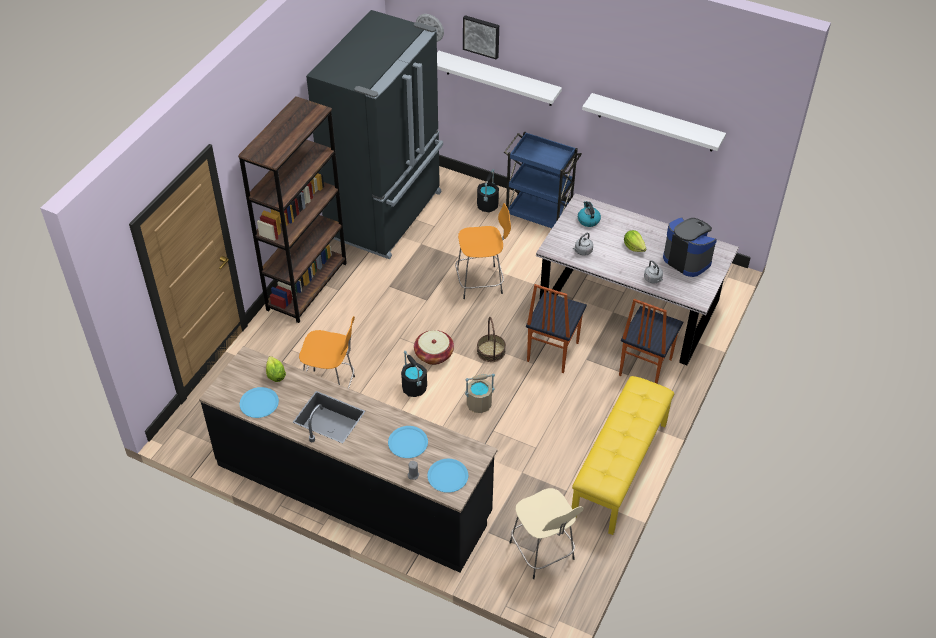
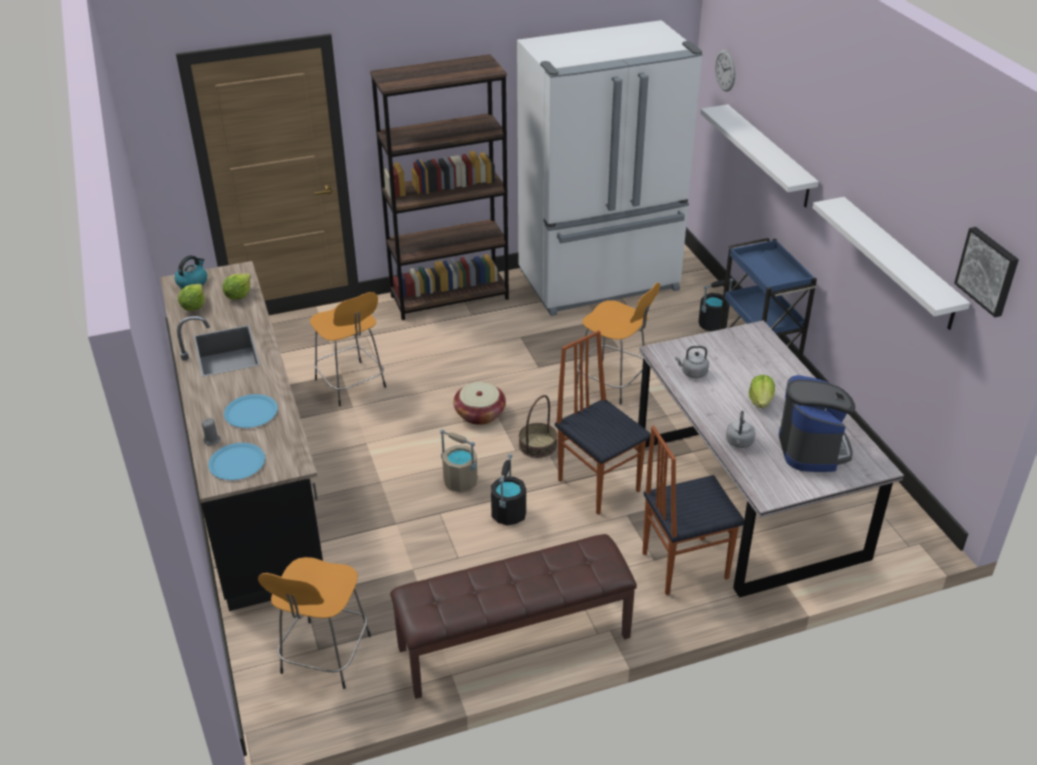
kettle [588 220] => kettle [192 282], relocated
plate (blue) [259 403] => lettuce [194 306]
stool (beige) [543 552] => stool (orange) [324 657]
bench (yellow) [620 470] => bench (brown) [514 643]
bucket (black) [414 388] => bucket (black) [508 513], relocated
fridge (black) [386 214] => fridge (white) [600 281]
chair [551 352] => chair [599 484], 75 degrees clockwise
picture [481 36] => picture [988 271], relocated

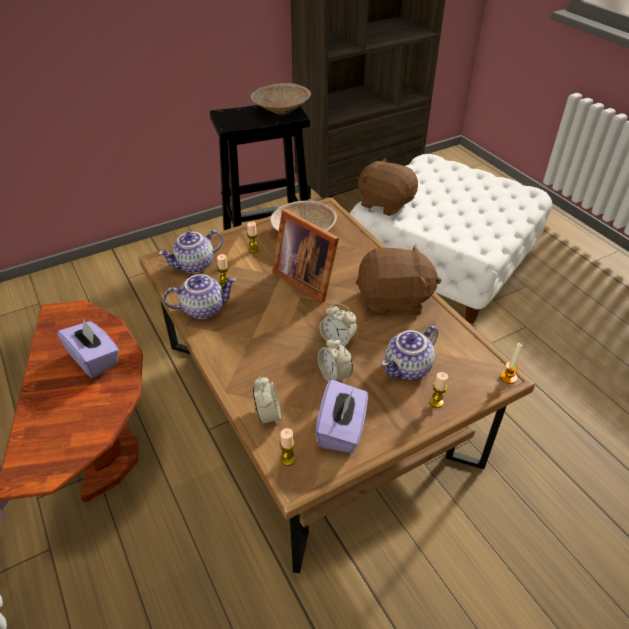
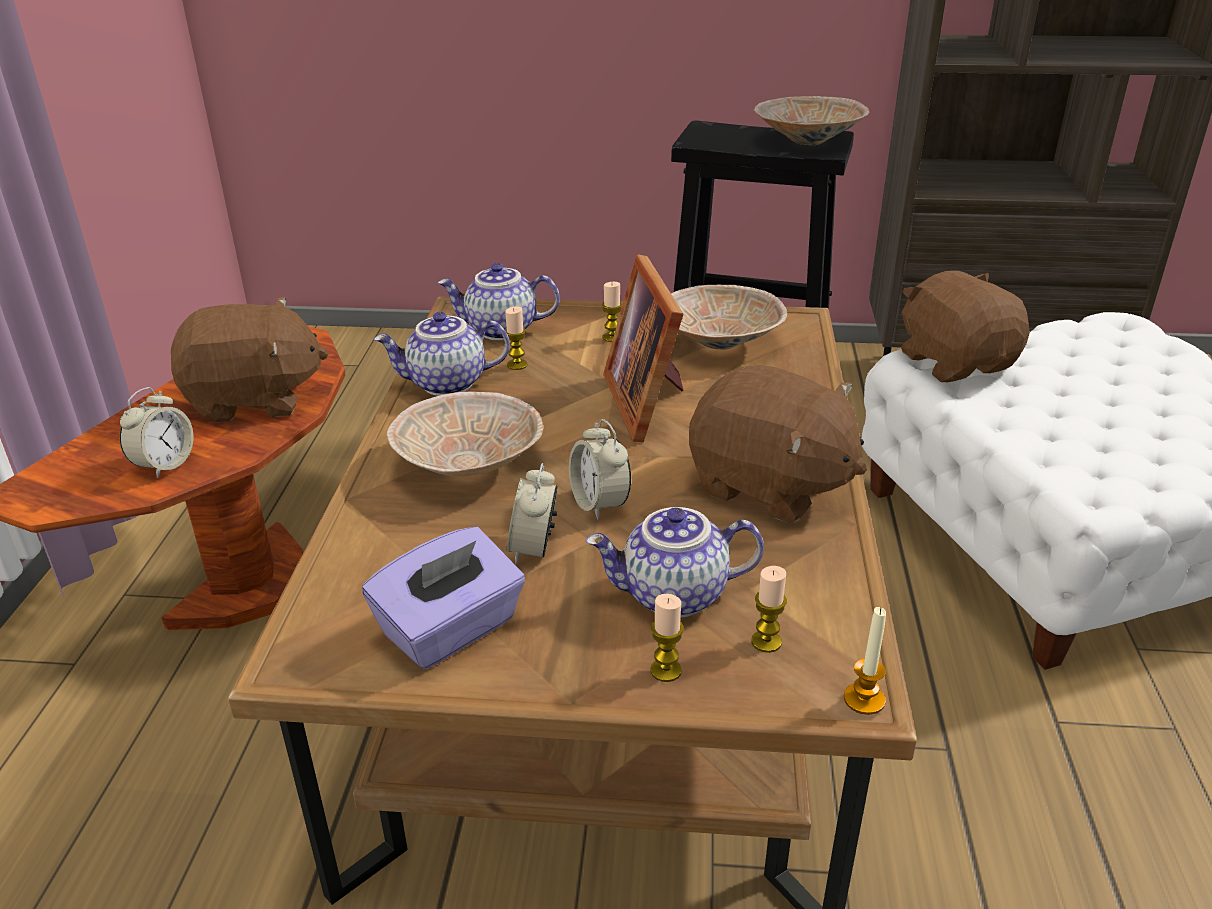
alarm clock [268 415] => alarm clock [164 465], relocated
tissue box (purple) [94 359] => plush toy (brown) [254 400]
teapot [203 308] => teapot [446 384], 150 degrees clockwise
nothing => bowl (beige) [470 463]
candle [288 459] => candle [766 642], relocated

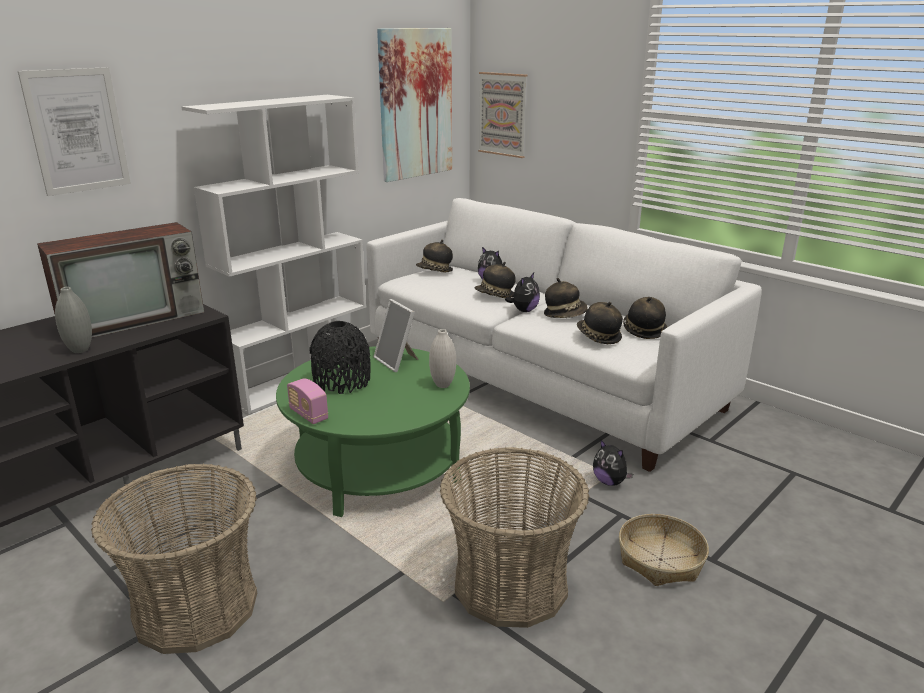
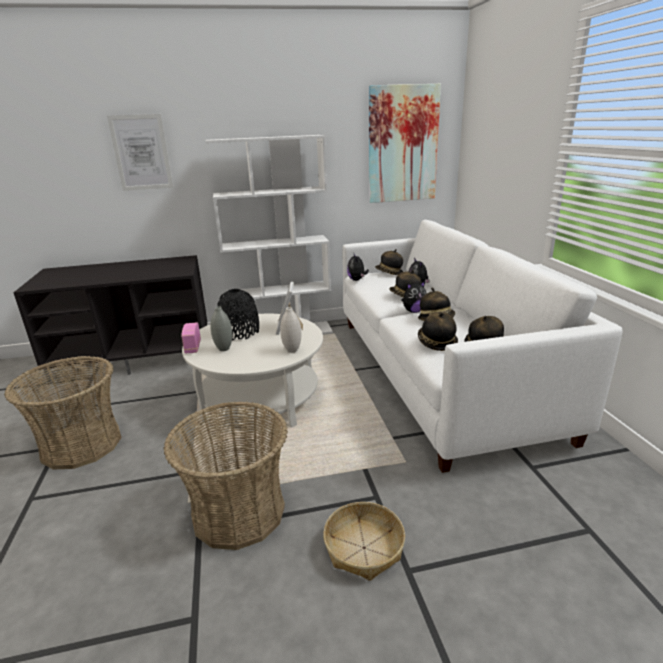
coffee table (green) [378 466] => coffee table (white) [260 398]
vase (grey) [80 350] => vase (grey) [224 349], relocated
plush toy [610 482] => plush toy [357 280], relocated
television [135 319] => nothing
picture [503 114] => nothing

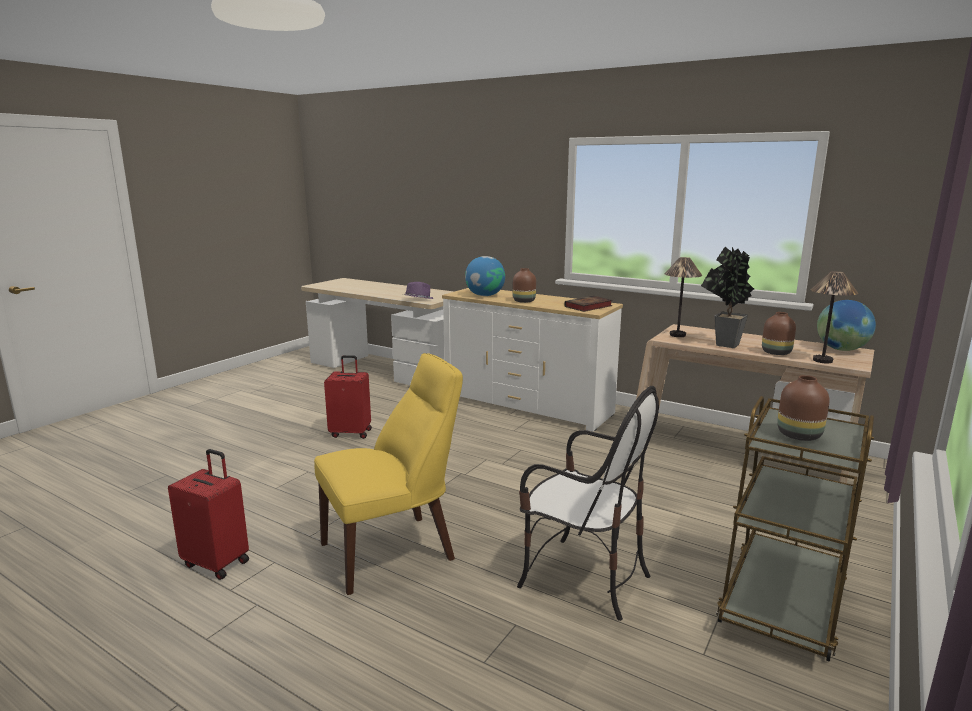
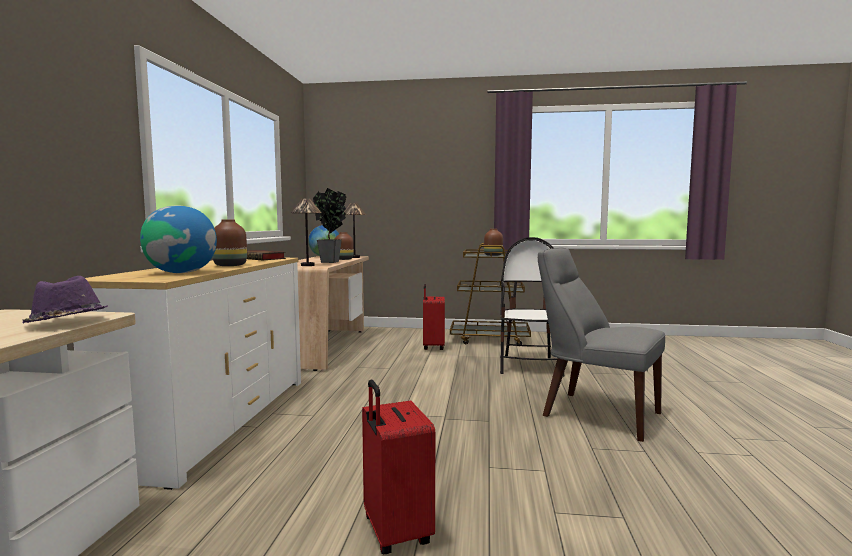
suitcase (red) [217 562] => suitcase (red) [432 347], relocated
chair (yellow) [393 550] => chair (grey) [595 413]

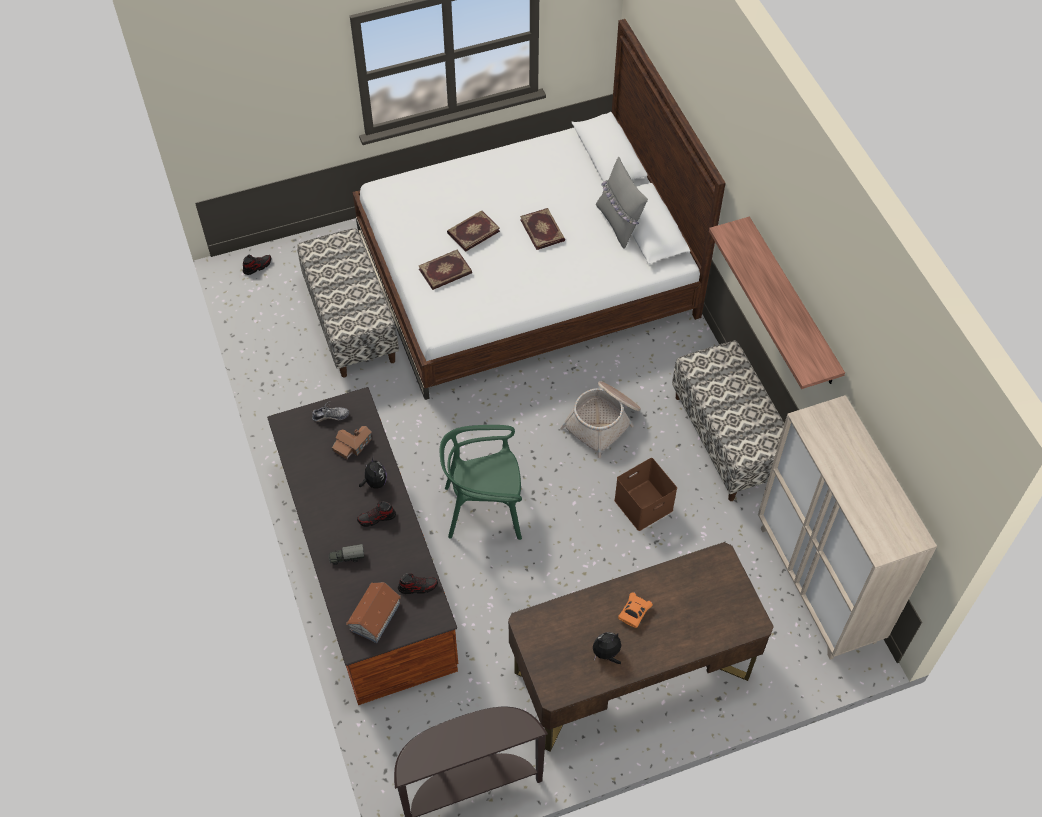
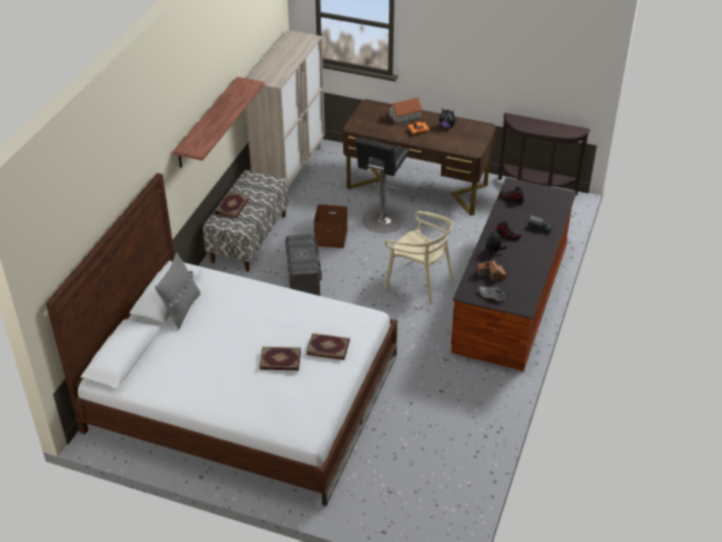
book [543 230] => book [231 206], relocated
basket [603 421] => storage box (grey) [303 283]
nothing => stool (black) [381 222]
chair (green) [484 509] => chair (beige) [419 282]
toy house [374 617] => toy house [405 116], relocated
shoe [257 266] => nothing
bench [352 322] => nothing

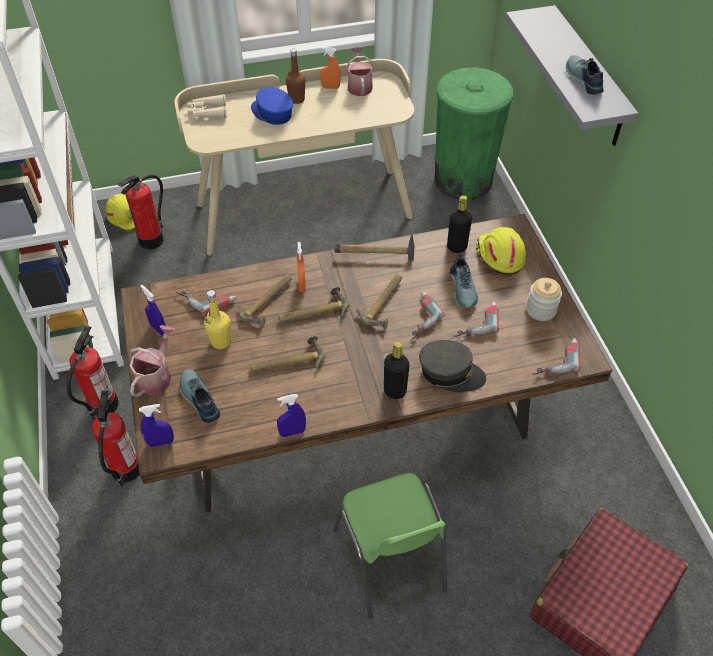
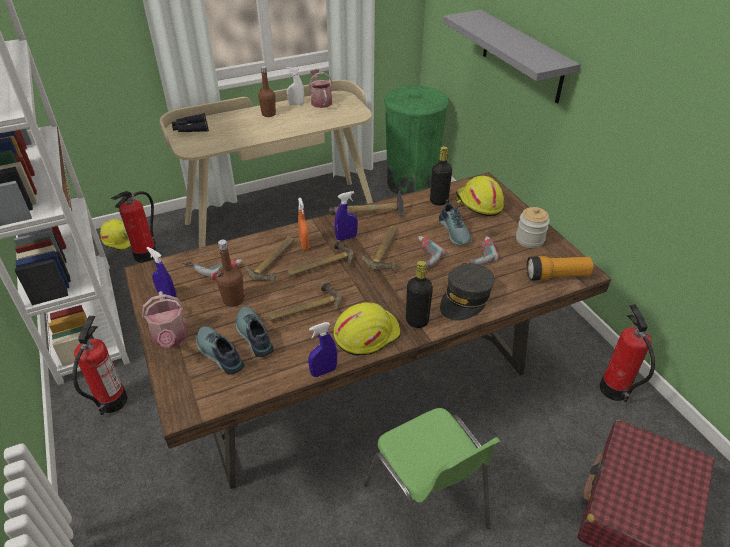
watering can [156 376] => watering can [171 338], 150 degrees clockwise
binoculars (beige) [207 112] => binoculars (black) [190 129]
bottle (yellow) [221 341] => bottle (brown) [233 300]
shoe [582 79] => shoe [253 335], relocated
spray bottle (orange) [330 87] => spray bottle (white) [296 104]
nothing => hard hat (yellow) [366 334]
spray bottle (blue) [161 442] => spray bottle (blue) [346 238], relocated
cap (grey) [450 373] => cap (grey) [465 299], 120 degrees clockwise
power drill [554 359] => flashlight [557 276]
fire extinguisher [126 469] => fire extinguisher [613 389], relocated
cap (blue) [272 113] => nothing

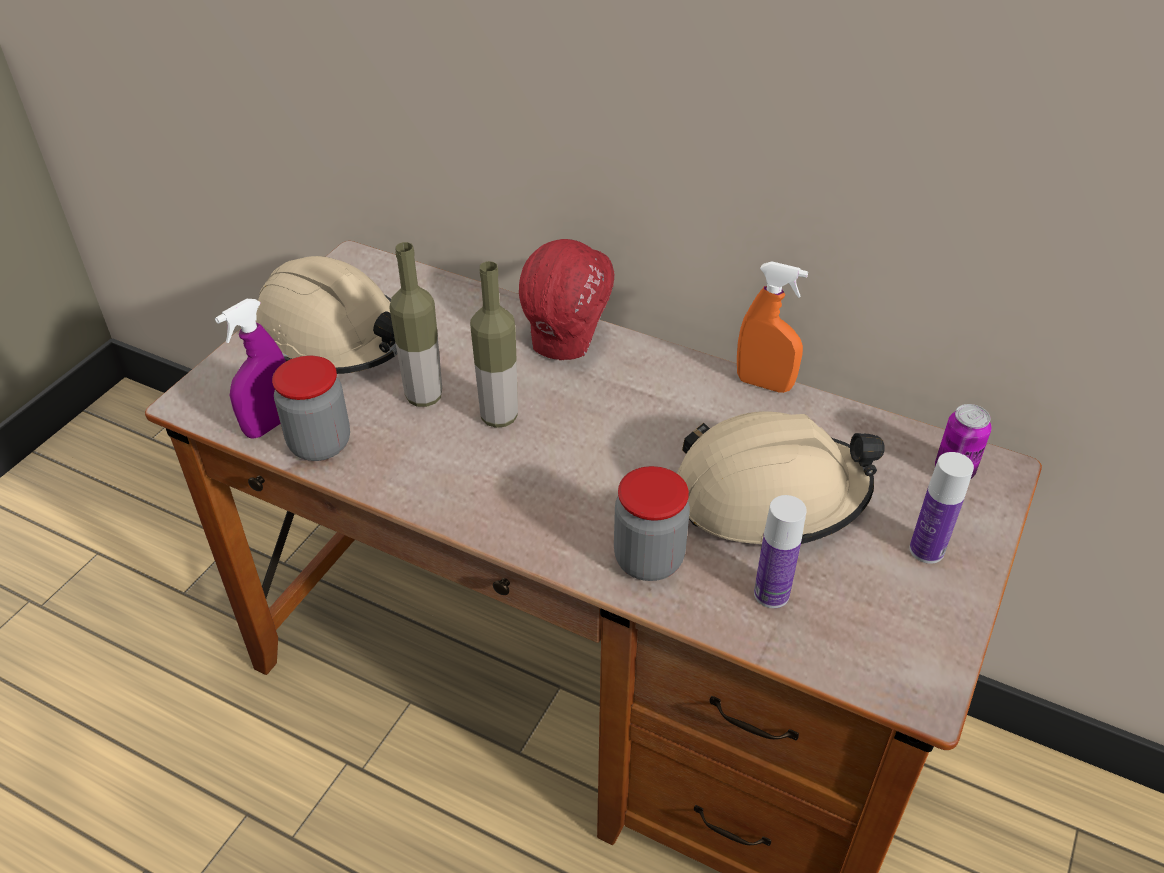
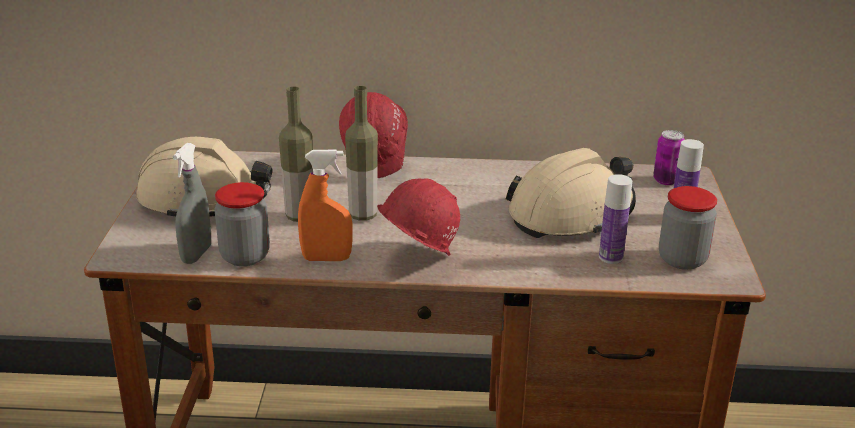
spray bottle (purple) [270 424] => spray bottle (grey) [196 254]
spray bottle (orange) [764 384] => spray bottle (orange) [326 259], relocated
nothing => hard hat (red) [416 262]
jar [648 560] => jar [682 259], relocated

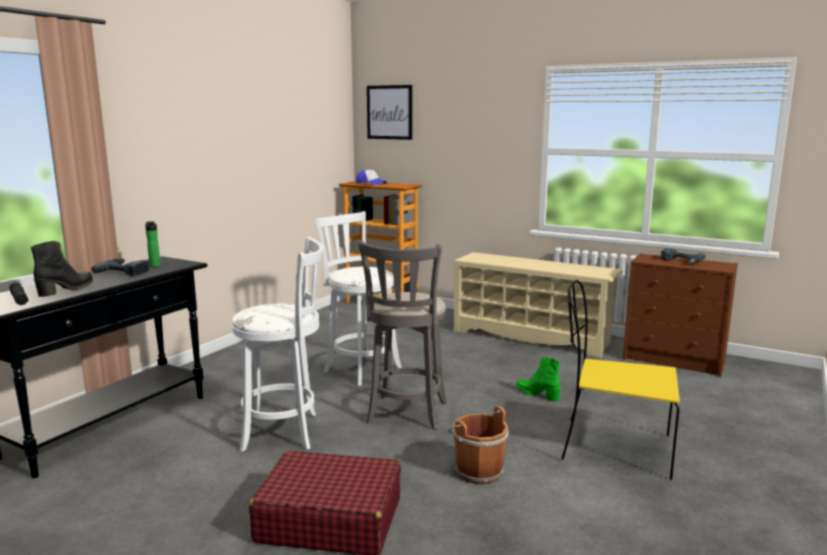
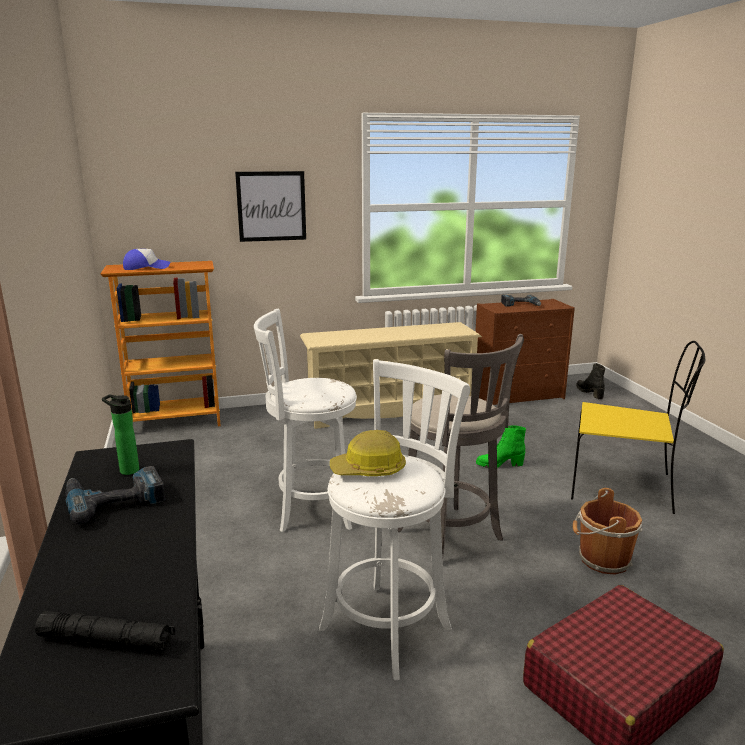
picture [389 112] => picture [271 206], relocated
nothing => hard hat [369 470]
chair (yellow) [613 447] => chair (yellow) [624 487], 135 degrees counterclockwise
boot (black) [67 290] => boot (black) [590 393], relocated

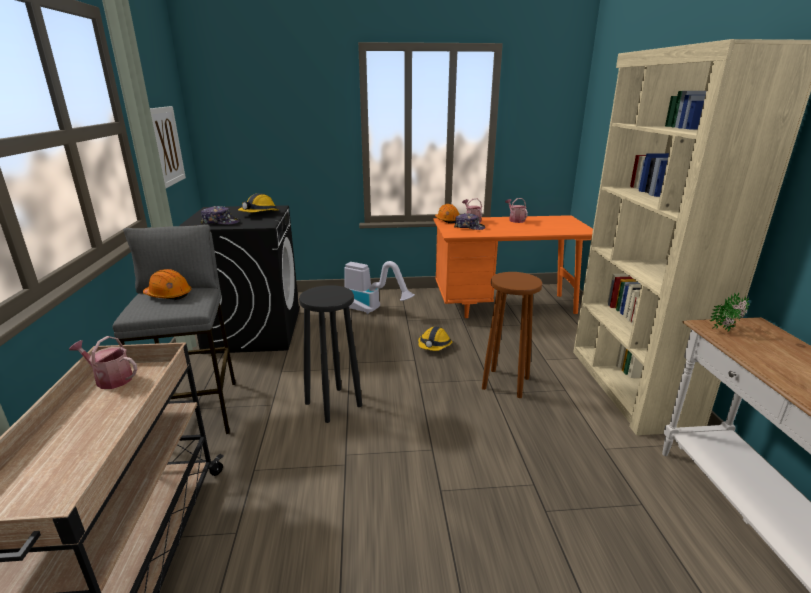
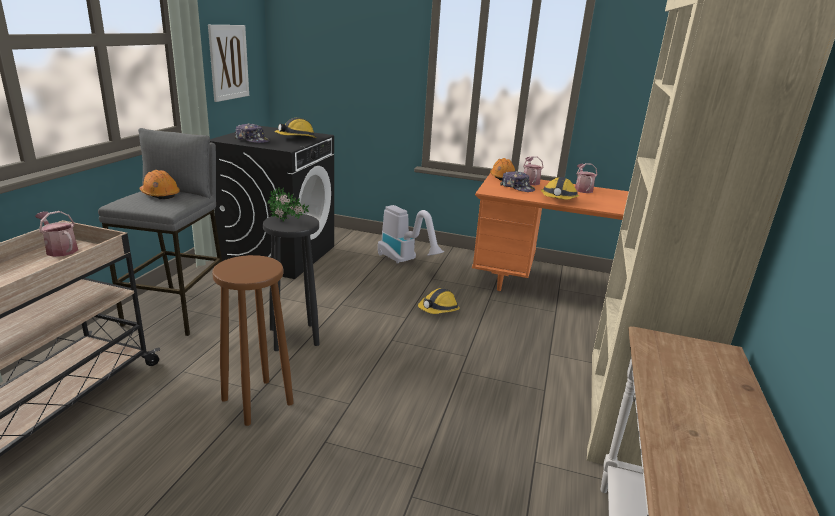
stool (brown) [506 383] => stool (brown) [257 402], relocated
potted plant [728 329] => potted plant [288 221], relocated
nothing => hard hat [558 199]

